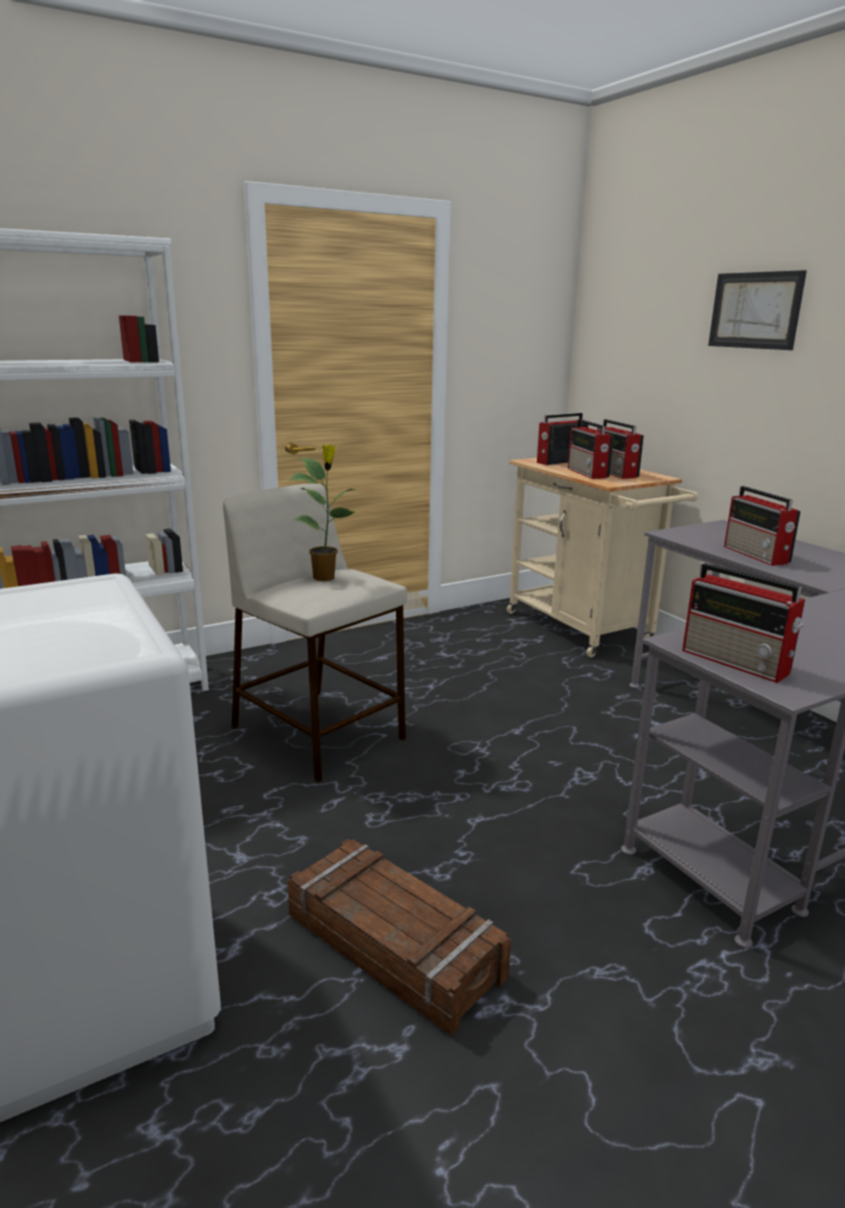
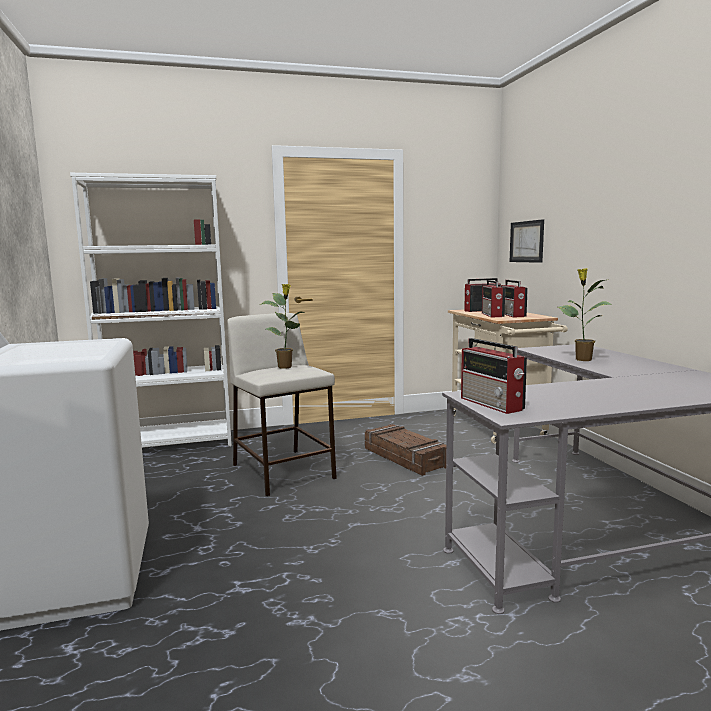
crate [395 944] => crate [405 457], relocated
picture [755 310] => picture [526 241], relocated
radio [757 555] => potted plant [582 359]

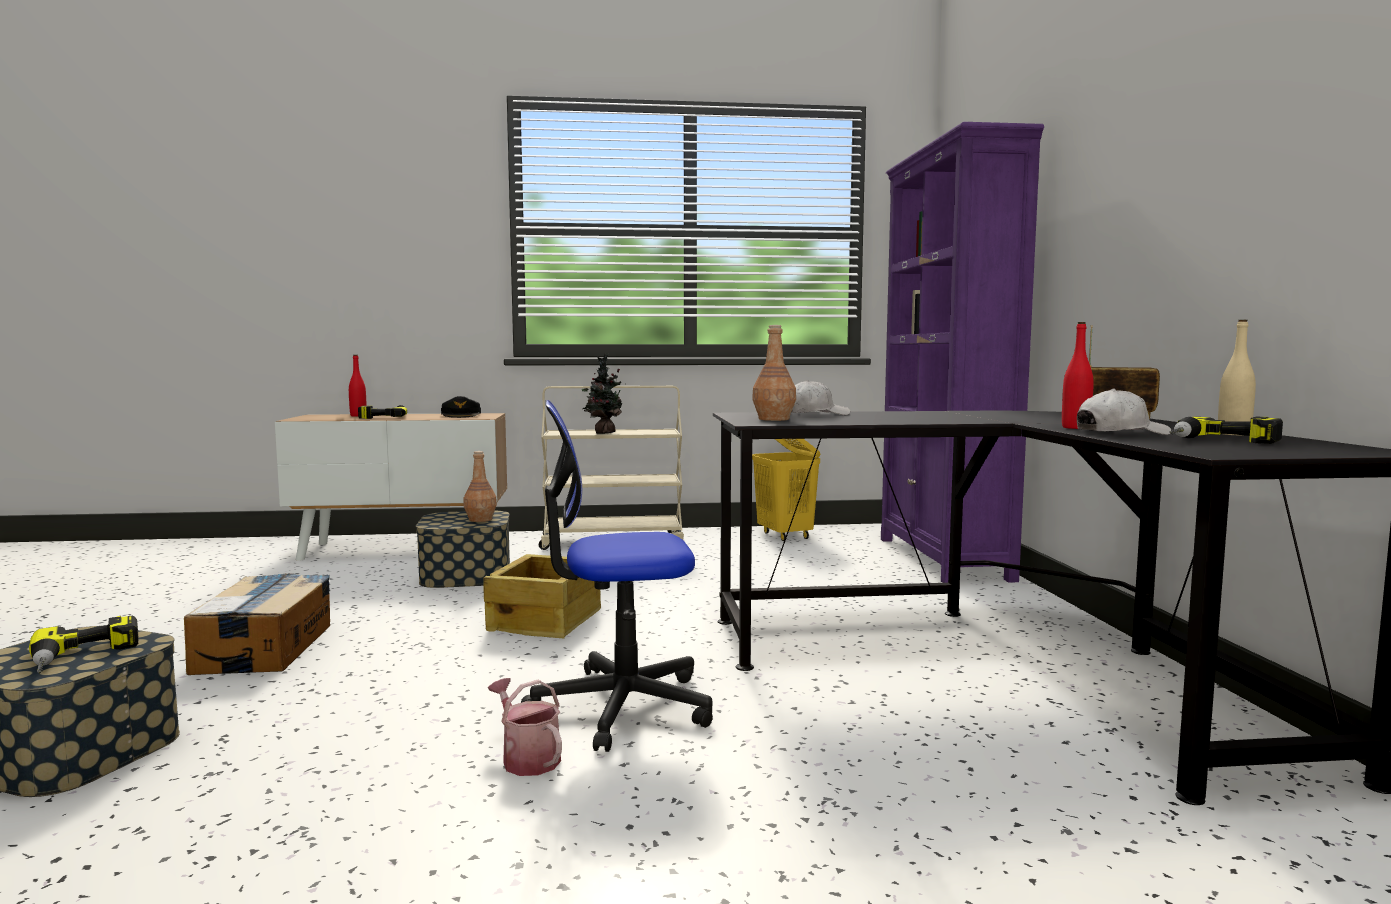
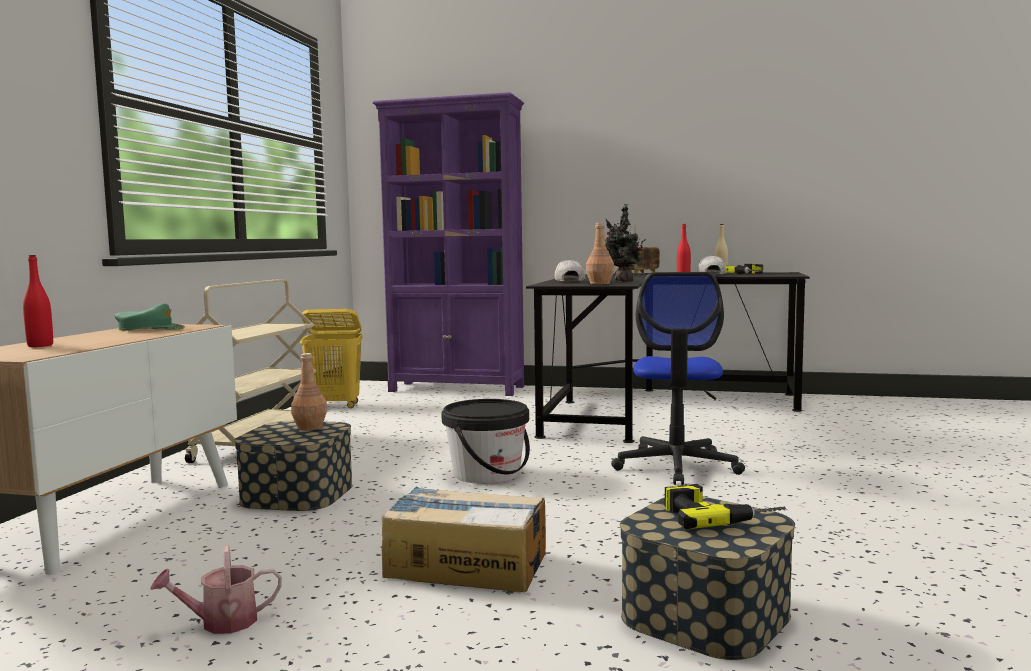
cap (black) [461 415] => cap (green) [150 328]
watering can [527 758] => watering can [221 622], relocated
crate [547 620] => bucket (black) [487 474]
potted plant [602 433] => potted plant [623 281], relocated
power drill [385 416] => nothing

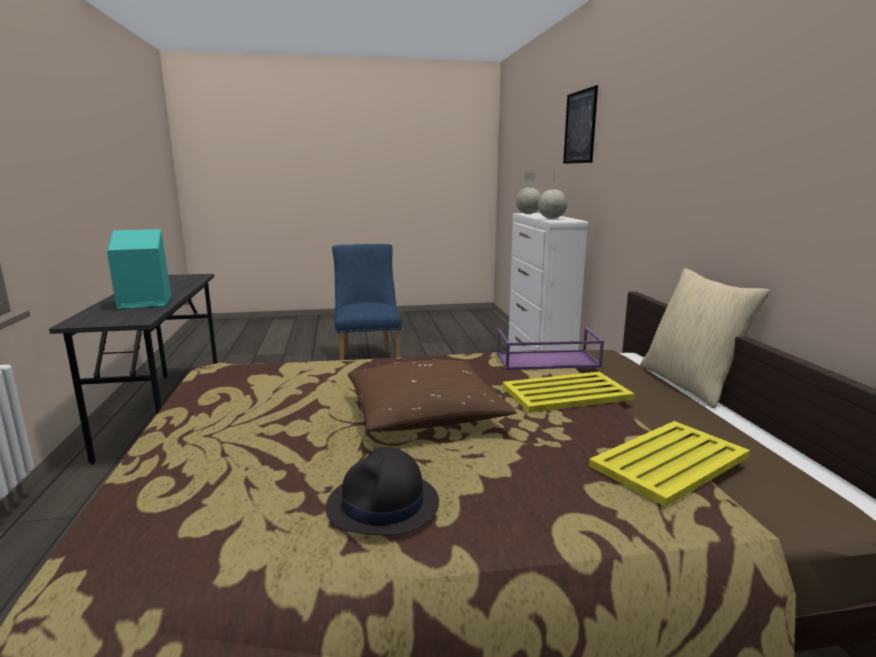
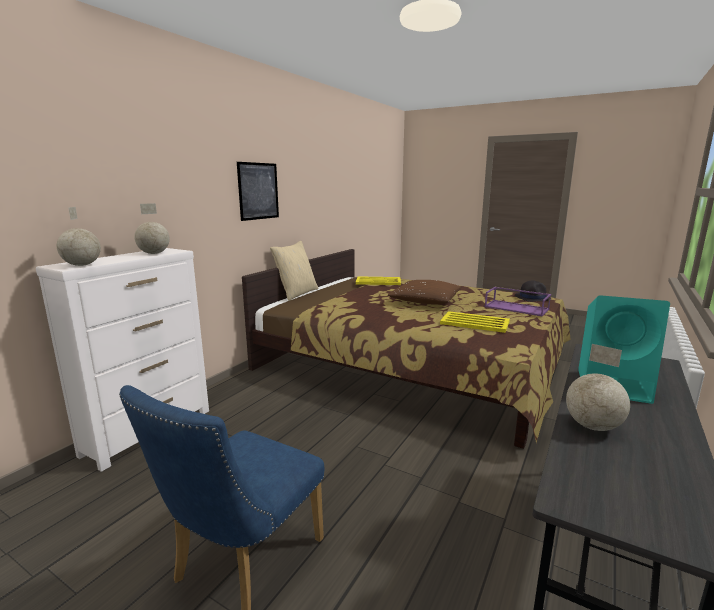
picture [580 127] => picture [258 191], relocated
tray (yellow) [567 393] => tray (yellow) [474 322], relocated
tray (purple) [546 360] => tray (purple) [517 308], relocated
hat (black) [383 505] => hat (black) [532 297], relocated
nothing => globe [593 427]

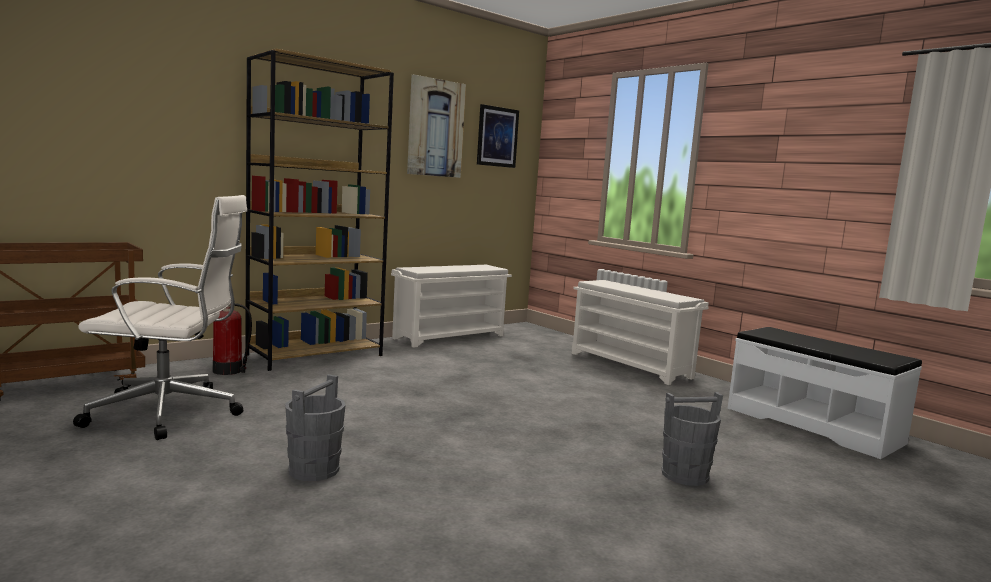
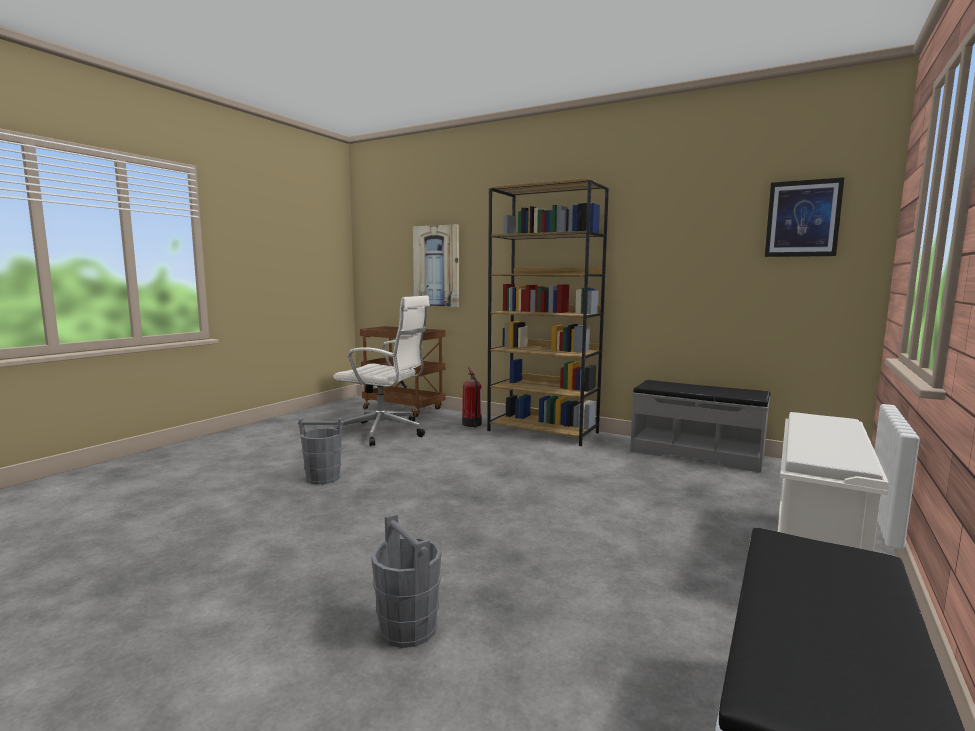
office chair (white) [170 413] => office chair (white) [384 433], 45 degrees counterclockwise
picture [435 128] => picture [436 266], relocated
shoe rack (white) [450 337] => bench (grey) [696 453]

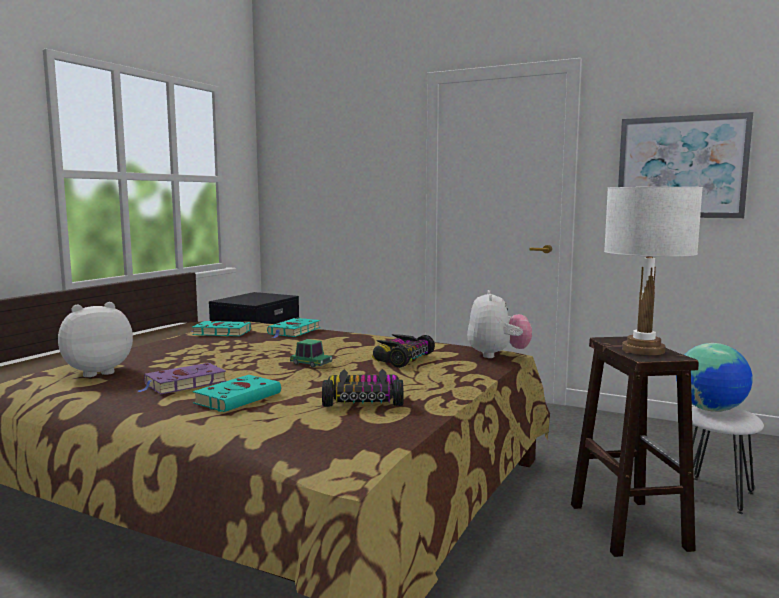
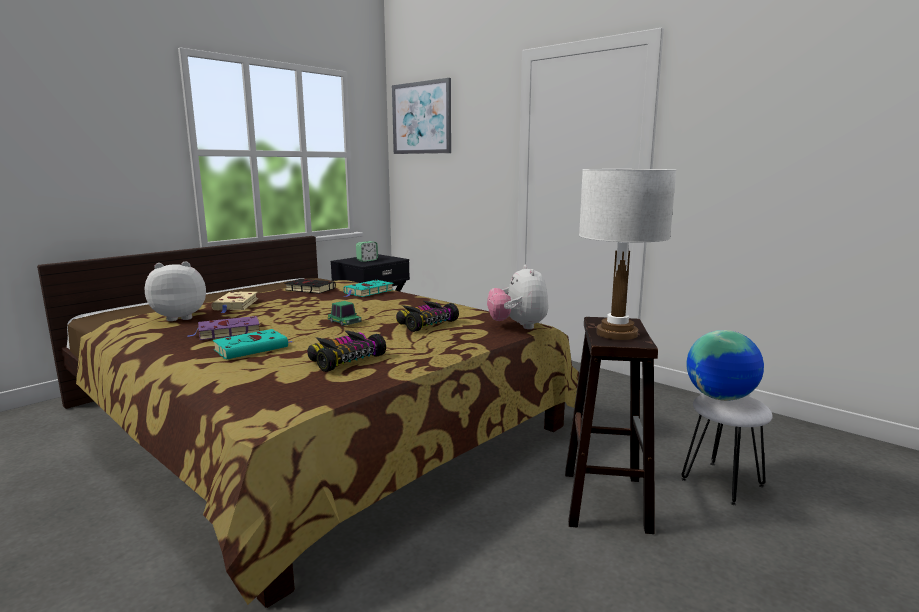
nothing => book (beige) [236 305]
book (turquoise) [220 332] => book (black) [309 289]
toy car [363 400] => toy car [345 359], 60 degrees counterclockwise
nothing => alarm clock [367 260]
picture [681 167] => picture [421 118], relocated
plush toy [497 355] => plush toy [518 326], 150 degrees clockwise

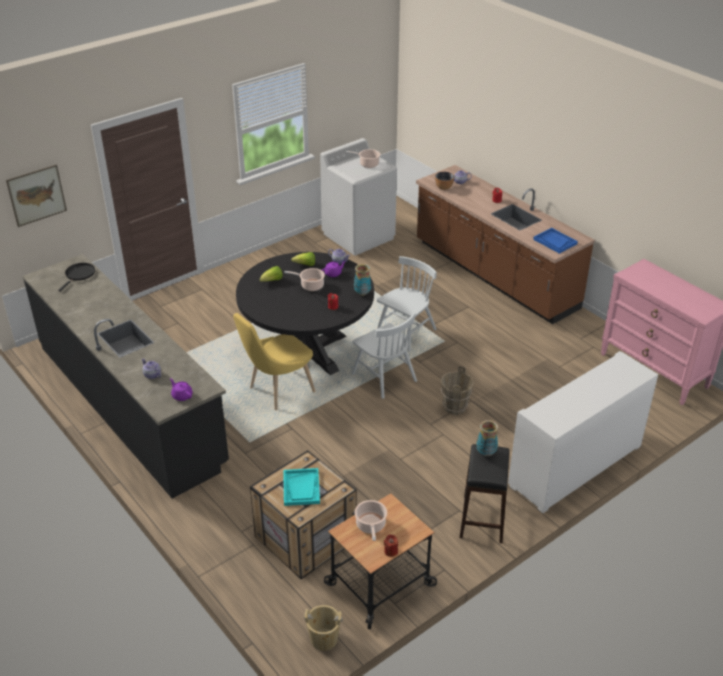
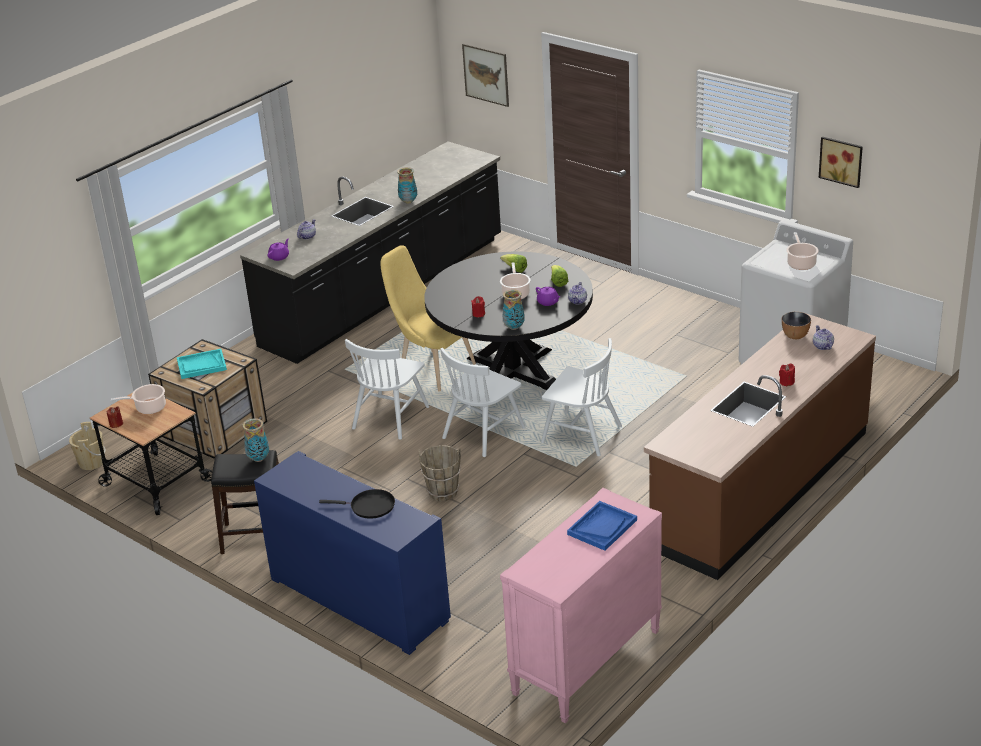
cabinet (white) [575 465] => cabinet (blue) [359 599]
frying pan (black) [79 275] => frying pan (black) [369 507], relocated
nothing => chair (white) [390 417]
nothing => vase [408 201]
tray (blue) [555 241] => tray (blue) [602 527], relocated
nothing => picture [841 161]

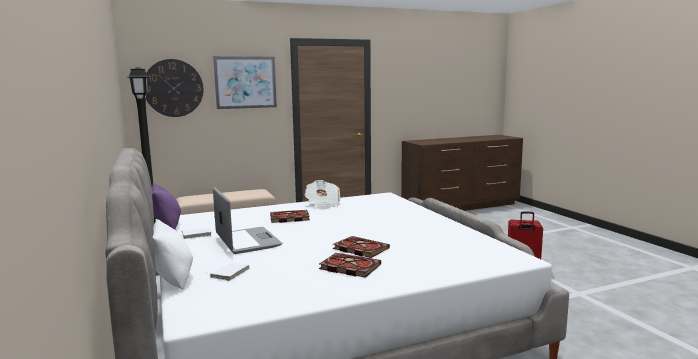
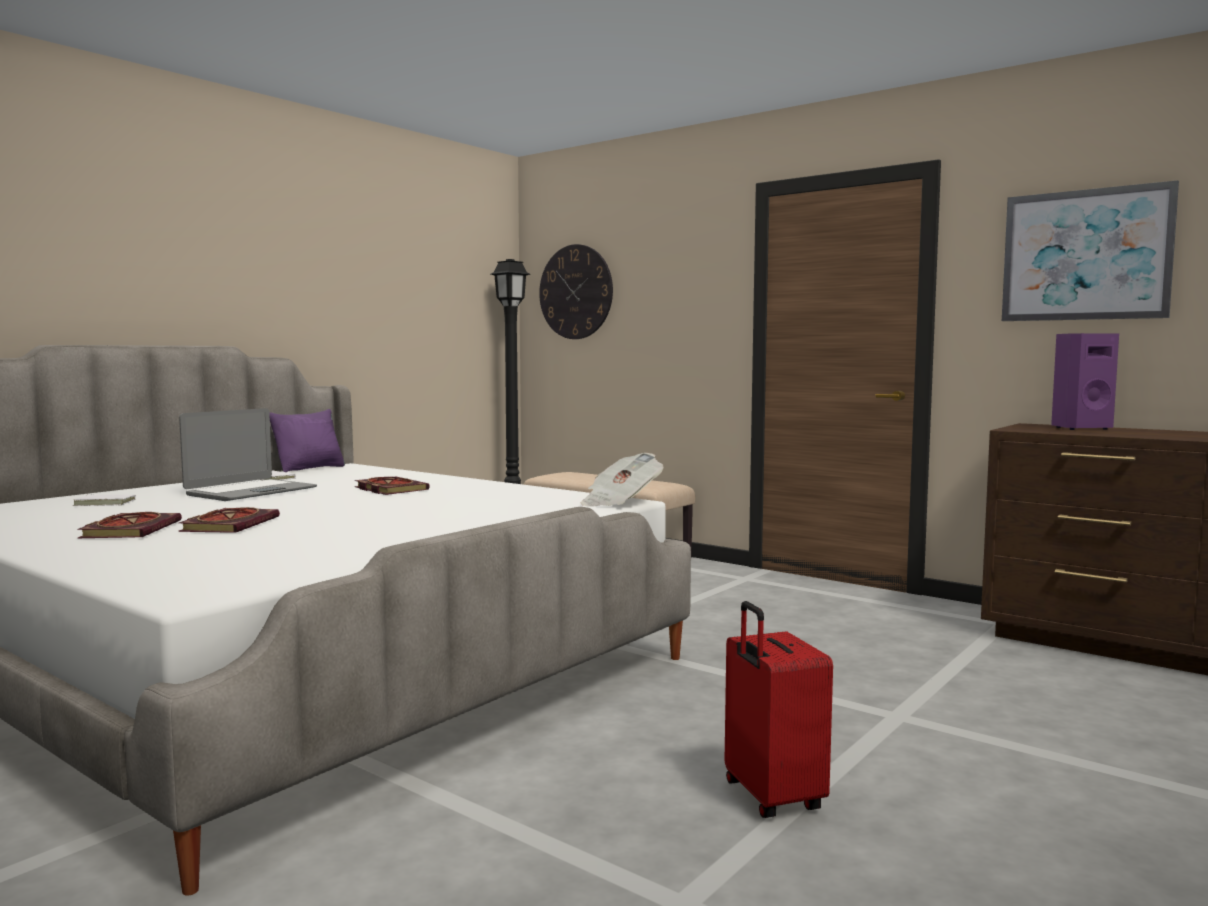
newspaper [323 205] => newspaper [620 502], relocated
picture [245 82] => picture [1085 255], relocated
nothing => speaker (purple) [1080 428]
pillow (white) [173 279] => nothing

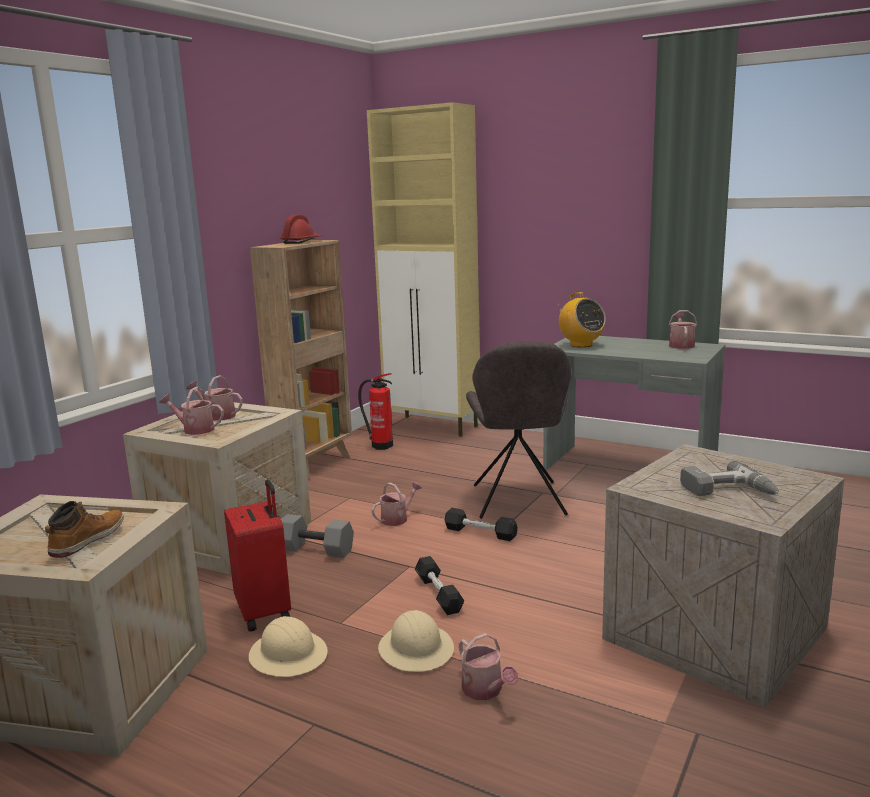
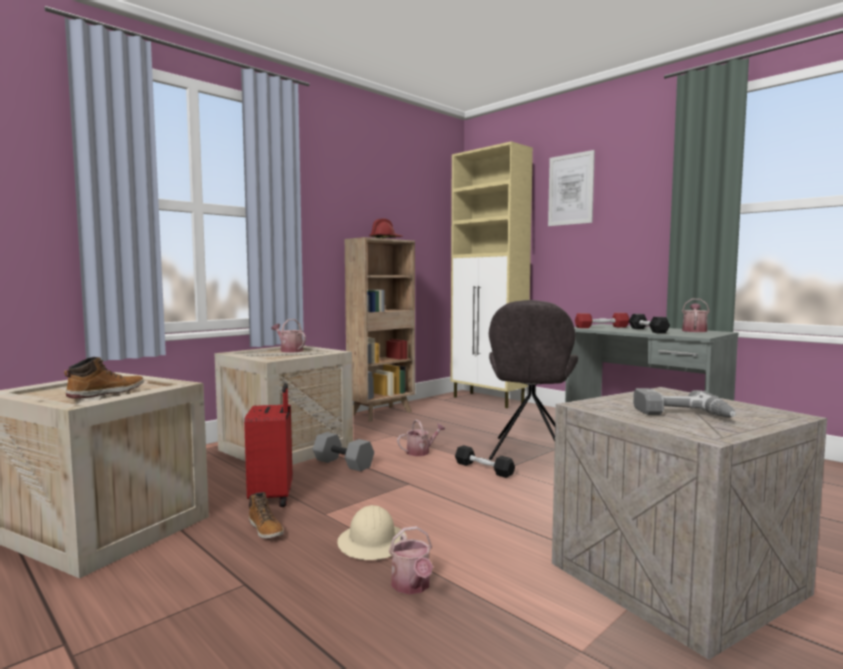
hard hat (beige) [288 655] => boot [266 530]
nothing => picture [570 189]
radio [581 345] => dumbbell (red) [601 327]
dumbbell (black) [438 594] => dumbbell (black) [648 330], relocated
watering can [194 429] => nothing
fire extinguisher [380 445] => nothing

